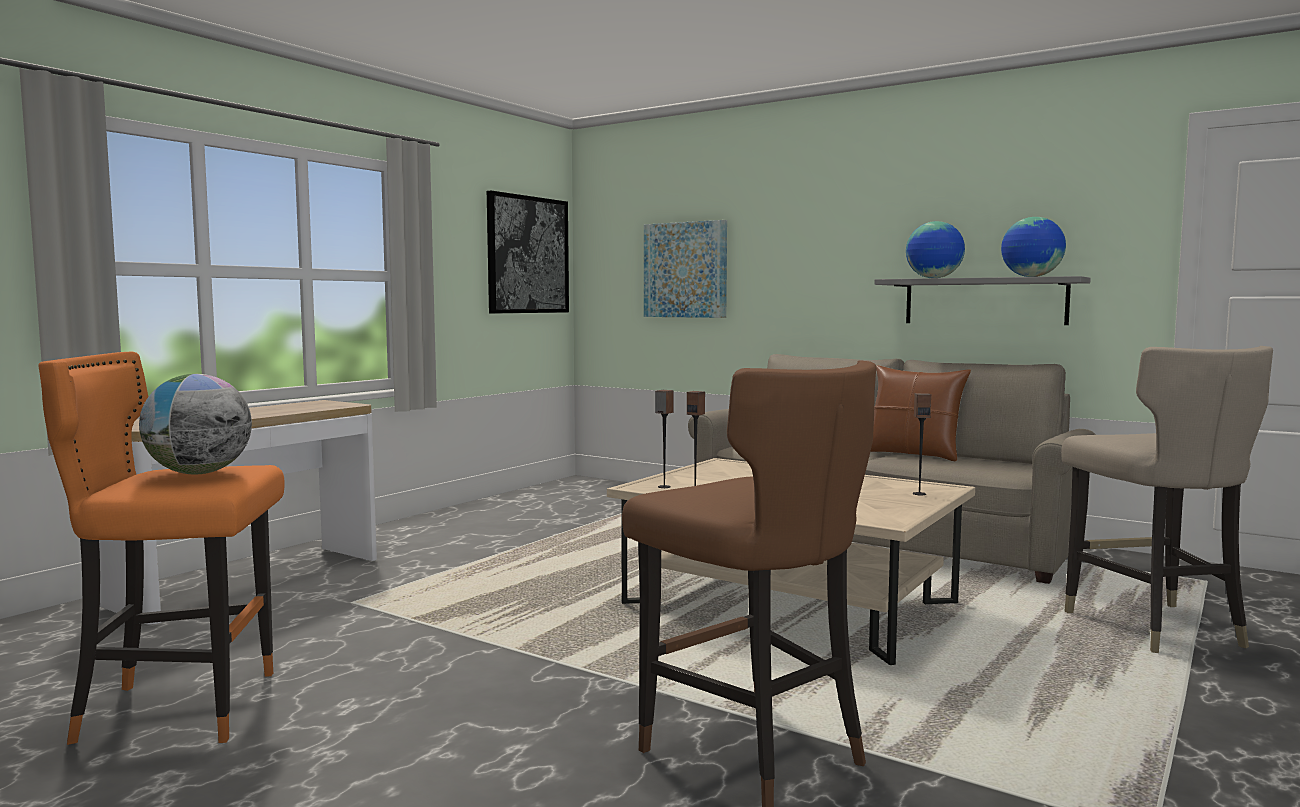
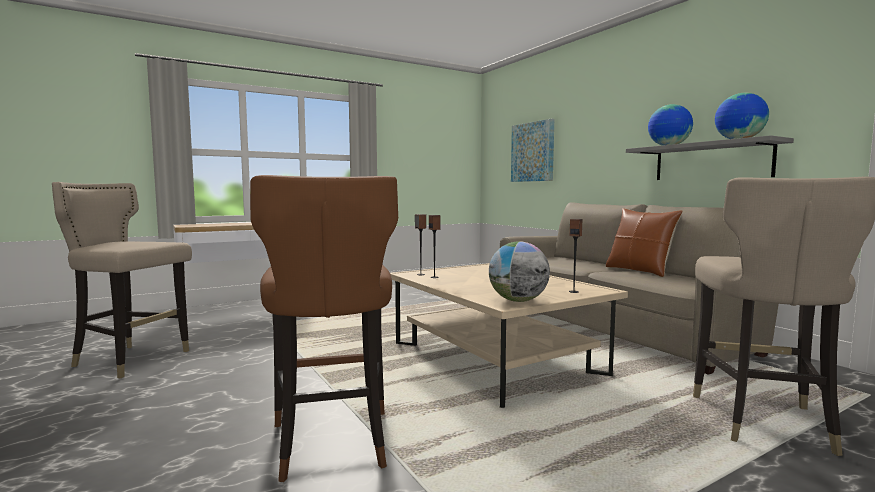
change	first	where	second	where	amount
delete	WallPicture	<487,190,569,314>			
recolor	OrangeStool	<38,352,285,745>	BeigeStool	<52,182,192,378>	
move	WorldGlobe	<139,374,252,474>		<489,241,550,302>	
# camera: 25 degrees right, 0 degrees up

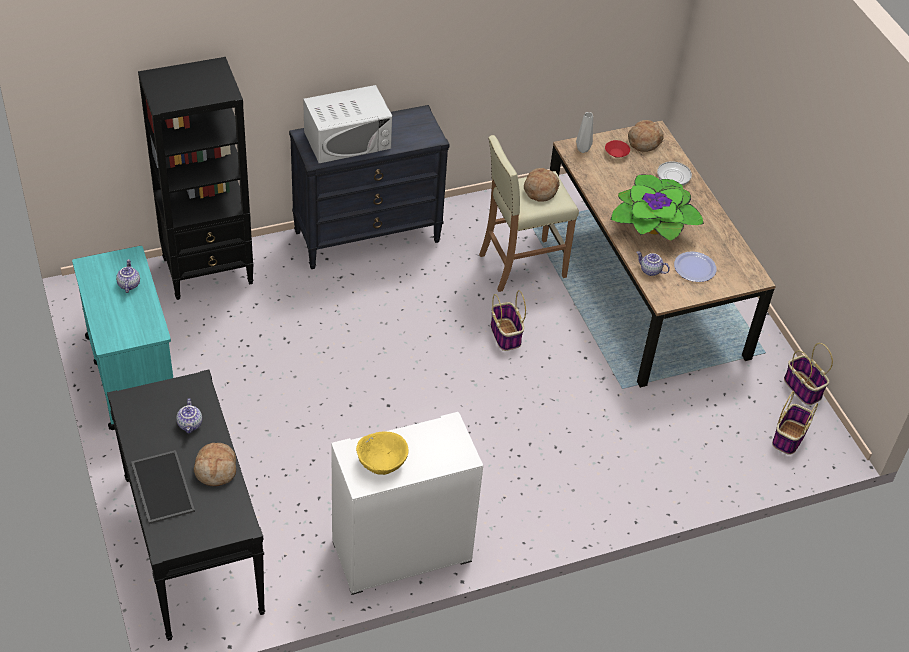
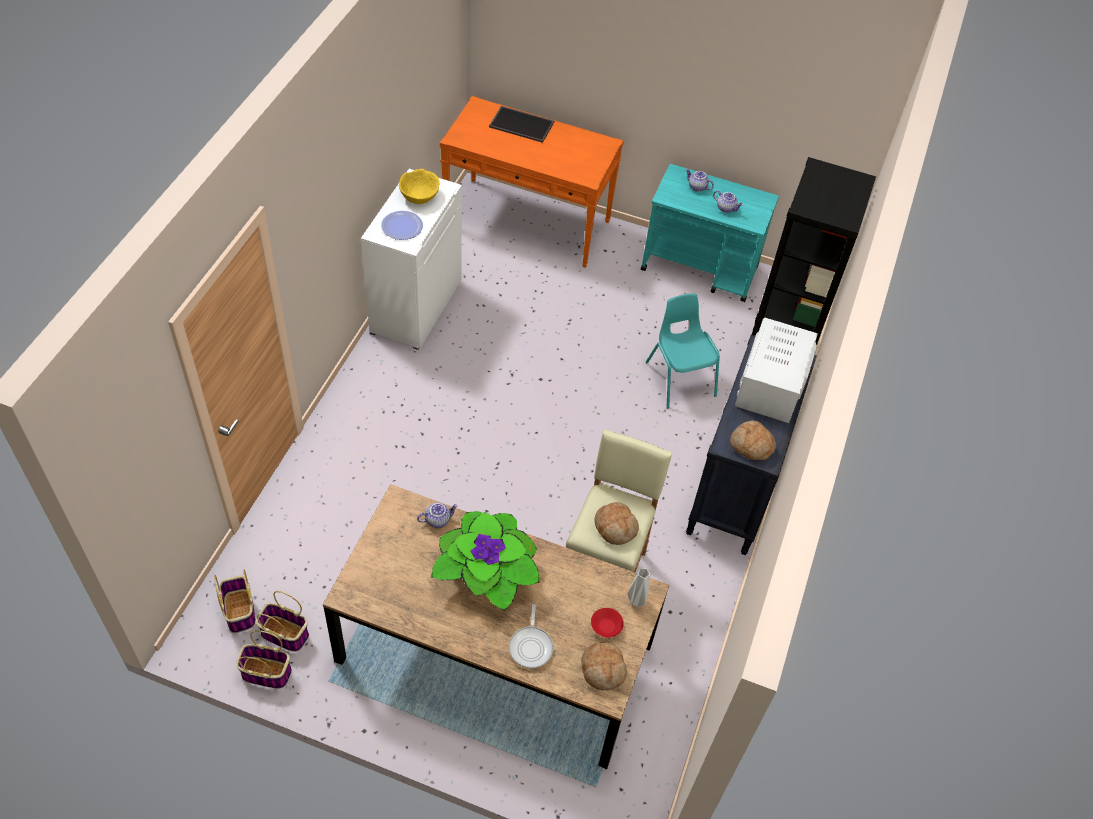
change	first	where	second	where	amount
move	DinnerPlate	<674,251,717,282>		<381,211,423,240>	
move	Basket	<491,290,526,351>		<256,591,309,652>	
recolor	BlackishHallTable	<107,370,265,641>	OrangeHallTable	<440,96,624,268>	
move	PotForTea	<176,398,202,433>		<686,169,714,192>	
move	BakeryBread	<194,443,236,486>		<730,421,776,460>	
insert			TurquoiseUprightChair	<646,293,720,408>	
# camera: 130 degrees right, 5 degrees up

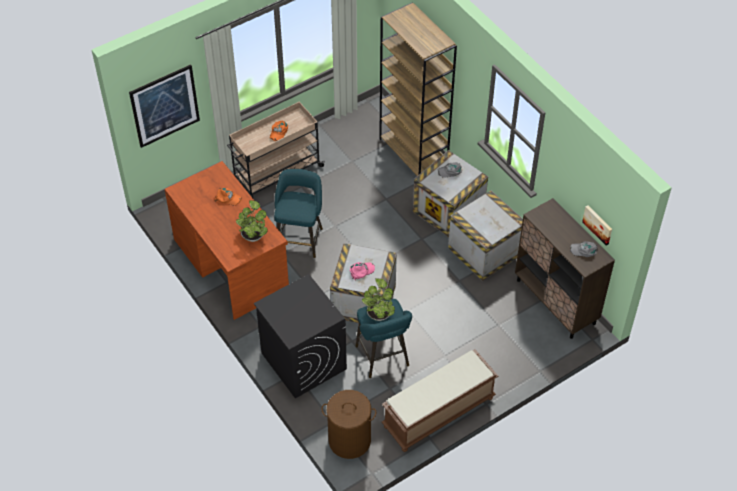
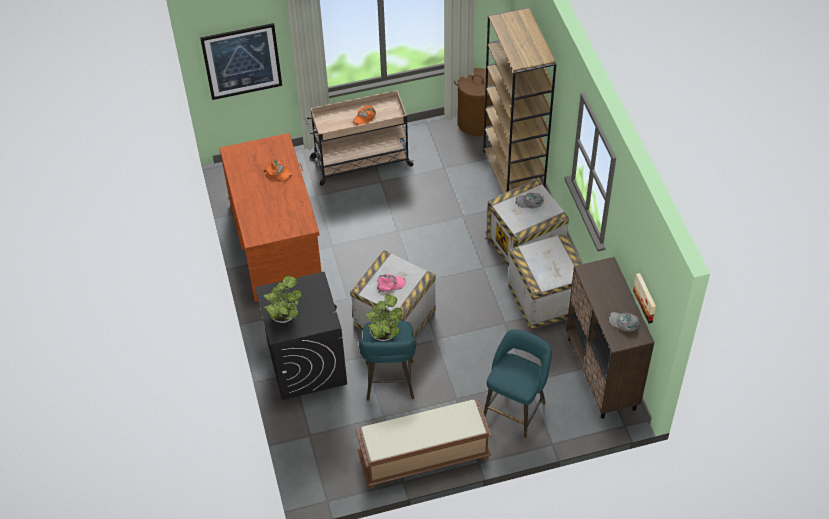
change	first	where	second	where	amount
move	TurquoiseStool	<274,169,323,258>		<484,329,552,438>	
move	PottedPlant	<236,200,268,242>		<263,275,302,323>	
move	BrownLaundryBasket	<321,390,376,459>		<454,68,494,136>	
# camera: 20 degrees right, 0 degrees up

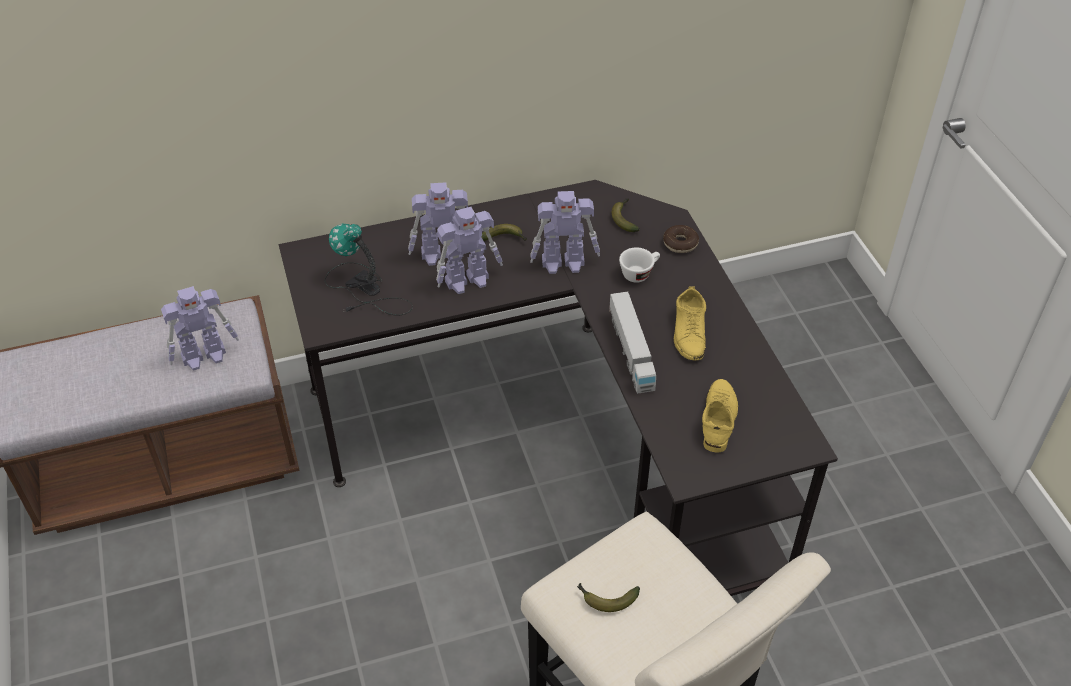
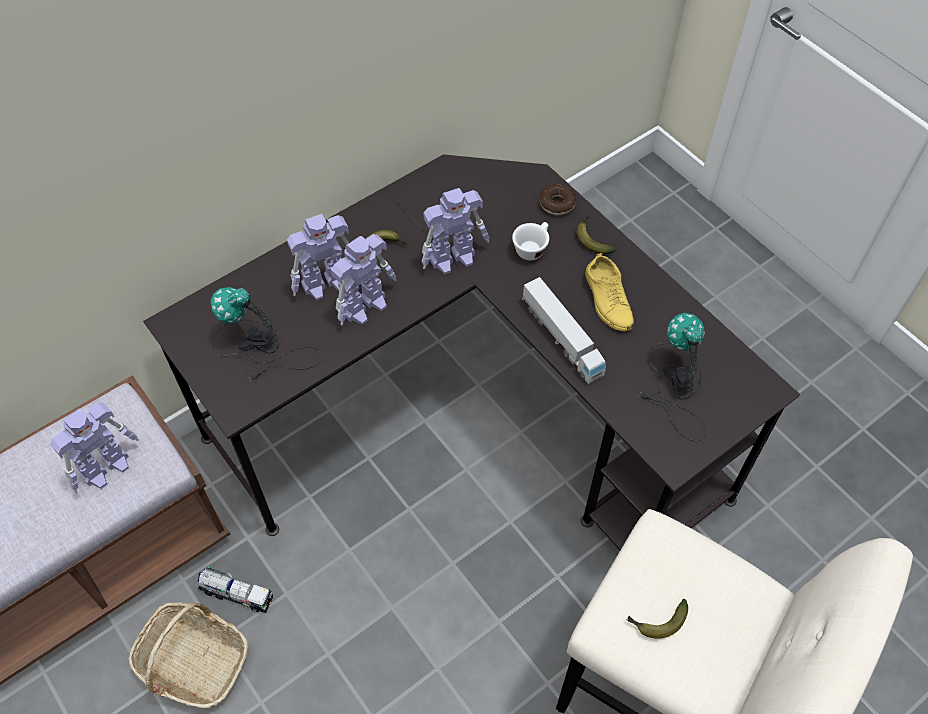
change	first	where	second	where	amount
move	WholeBanana	<612,199,640,232>		<577,216,616,254>	
replace	YellowishLowShoe	<702,379,738,453>	TableLamp	<638,313,706,441>	
insert			ModelTruck	<198,567,273,613>	
insert			Basket	<129,602,248,708>	
# camera: 20 degrees left, 10 degrees up

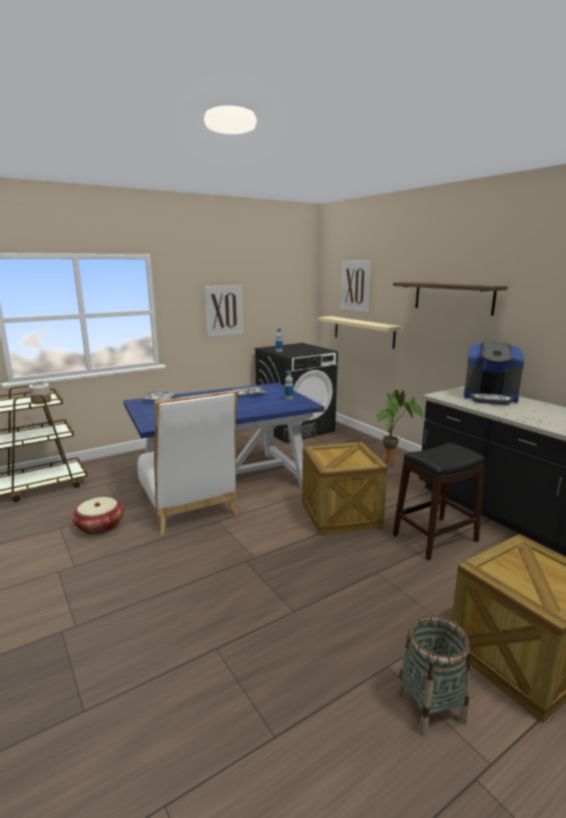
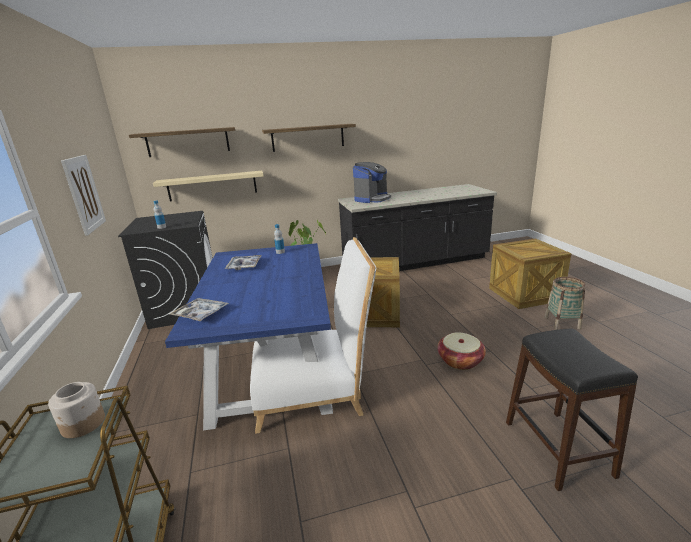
change	first	where	second	where	amount
replace	WallPicture	<340,261,371,313>	WallShelf	<129,127,235,157>	
move	BlackishStool	<393,443,485,561>		<506,329,638,491>	
move	Basket	<72,497,123,535>		<437,332,486,370>	
# camera: 70 degrees left, 5 degrees up

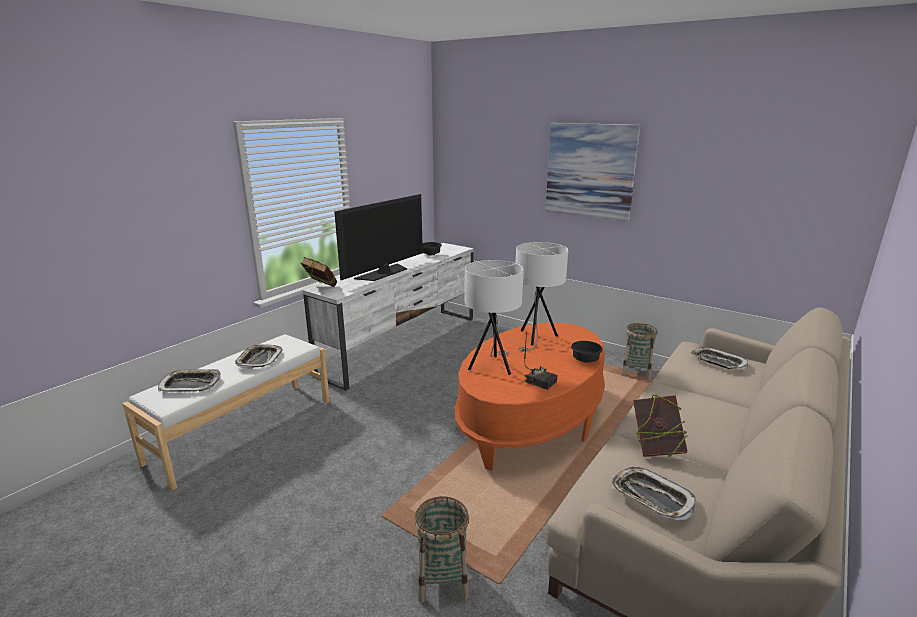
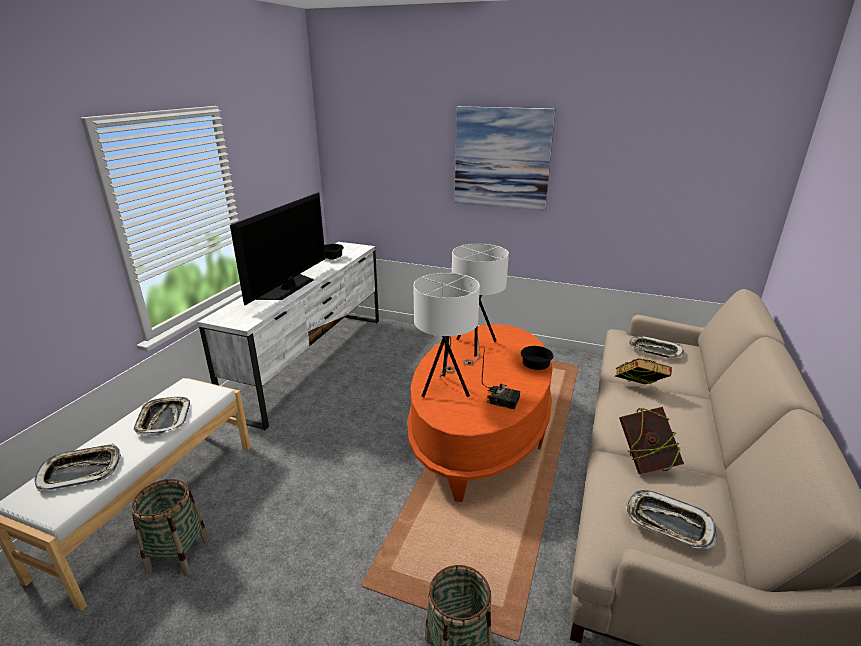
change	first	where	second	where	amount
move	Book	<301,257,337,287>		<615,358,672,384>	
move	Basket	<621,323,658,380>		<132,479,209,576>	
# camera: 15 degrees left, 5 degrees up

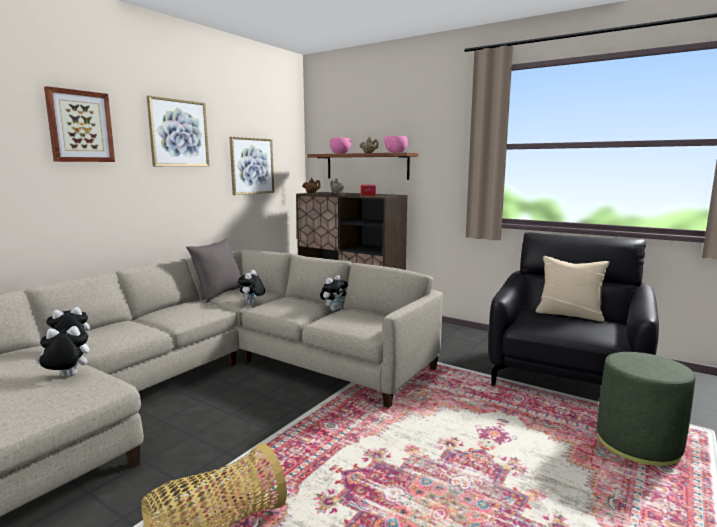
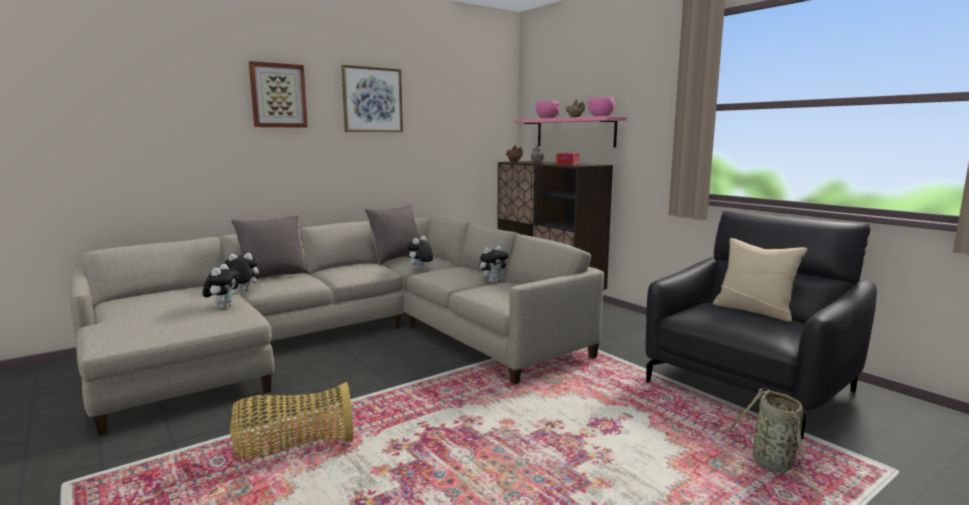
change	first	where	second	where	amount
delete	WallPicture	<230,137,274,195>			
recolor	BrownWallShelf	<307,152,419,180>	PinkishWallShelf	<514,116,626,148>	
rotate	SoftToy	<36,326,90,376>		<203,264,239,309>	90 degrees clockwise
replace	GreenPouffe	<597,352,695,466>	Basket	<726,388,825,497>	
insert			GrayPillow	<231,215,309,279>	
# camera: 20 degrees right, 0 degrees up

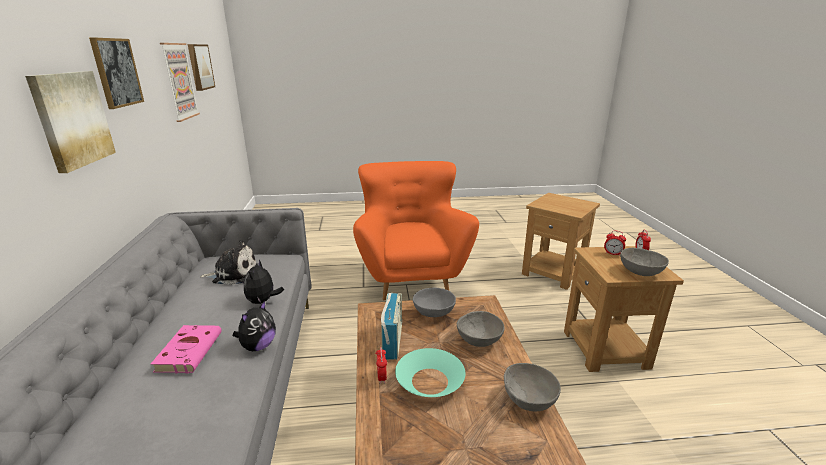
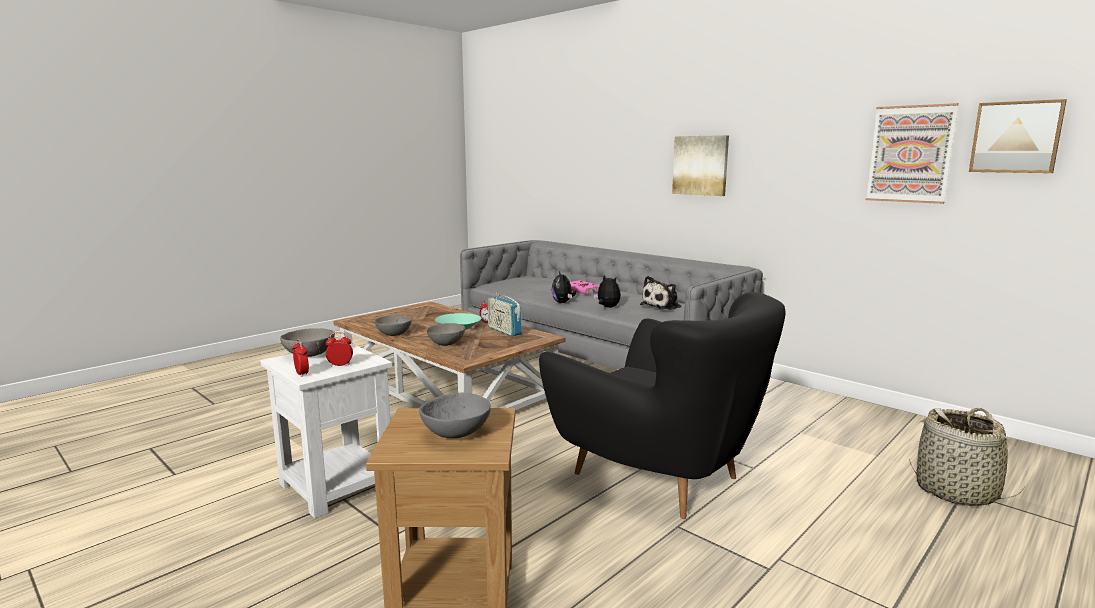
change	first	where	second	where	amount
delete	WallPicture	<89,37,144,109>			
recolor	OrangeEasyChair	<353,161,479,300>	BlackishEasyChair	<539,292,785,519>	
recolor	BrownEndTable	<564,246,684,372>	WhiteColouredEndTable	<260,343,392,518>	
move	GrayBowl	<413,288,456,317>		<419,393,491,438>	
insert			Basket	<909,408,1027,506>	
# camera: 140 degrees right, 10 degrees down

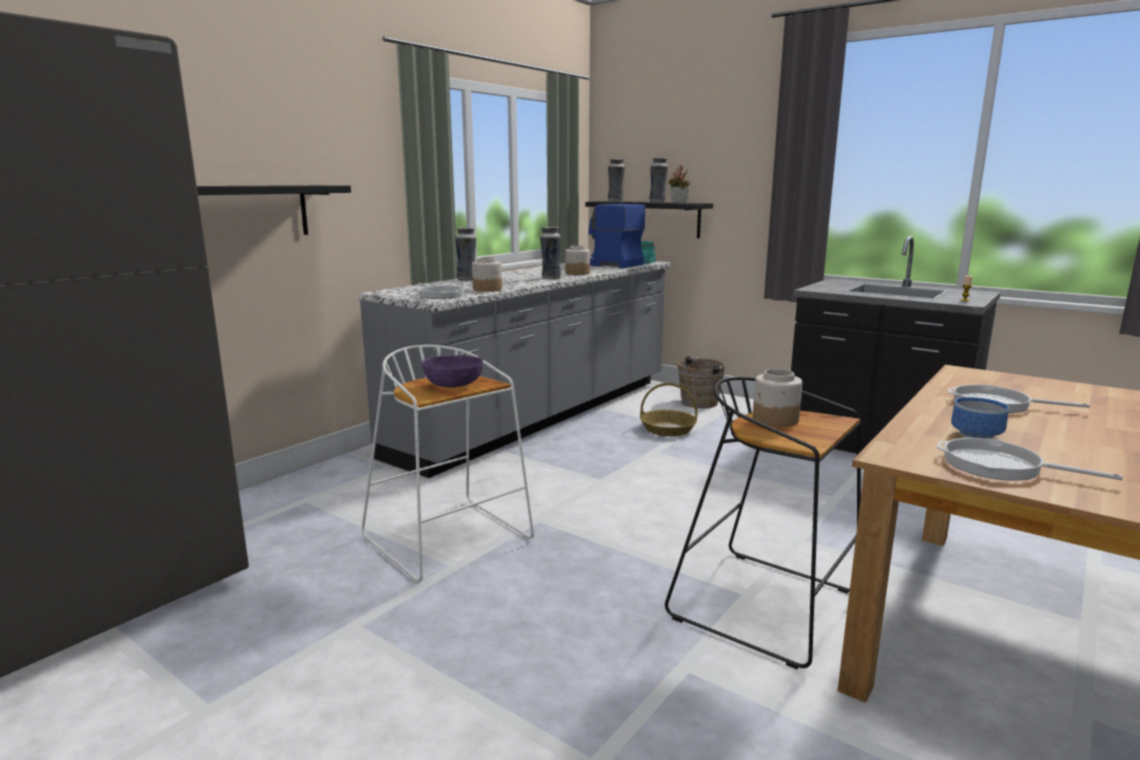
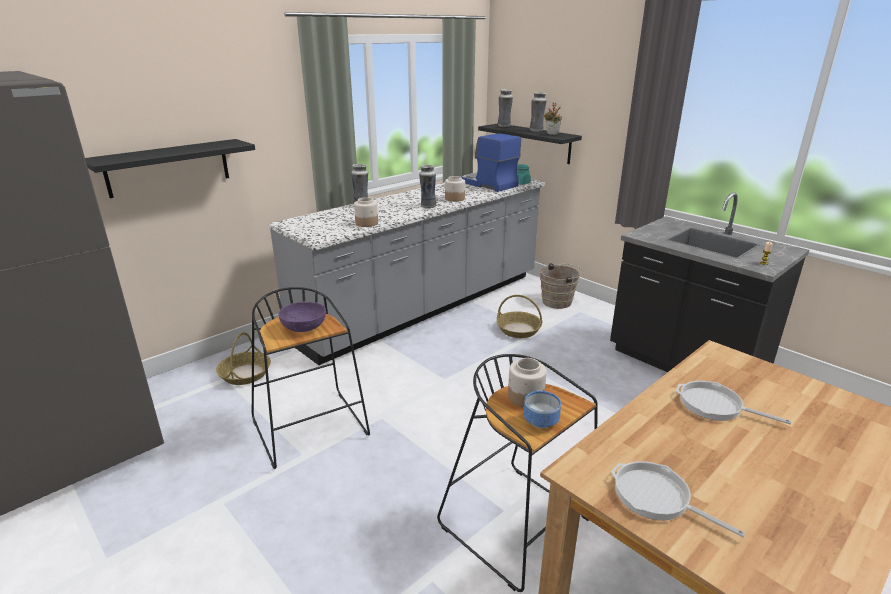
change	first	where	second	where	amount
delete	Skillet	<418,283,464,299>			
recolor	WhiteColouredStool	<362,345,534,583>	BlackishStool	<252,287,370,469>	
move	Bowl	<951,397,1009,439>		<523,391,561,429>	
insert			Basket	<216,332,271,385>	
# camera: 10 degrees right, 10 degrees up

